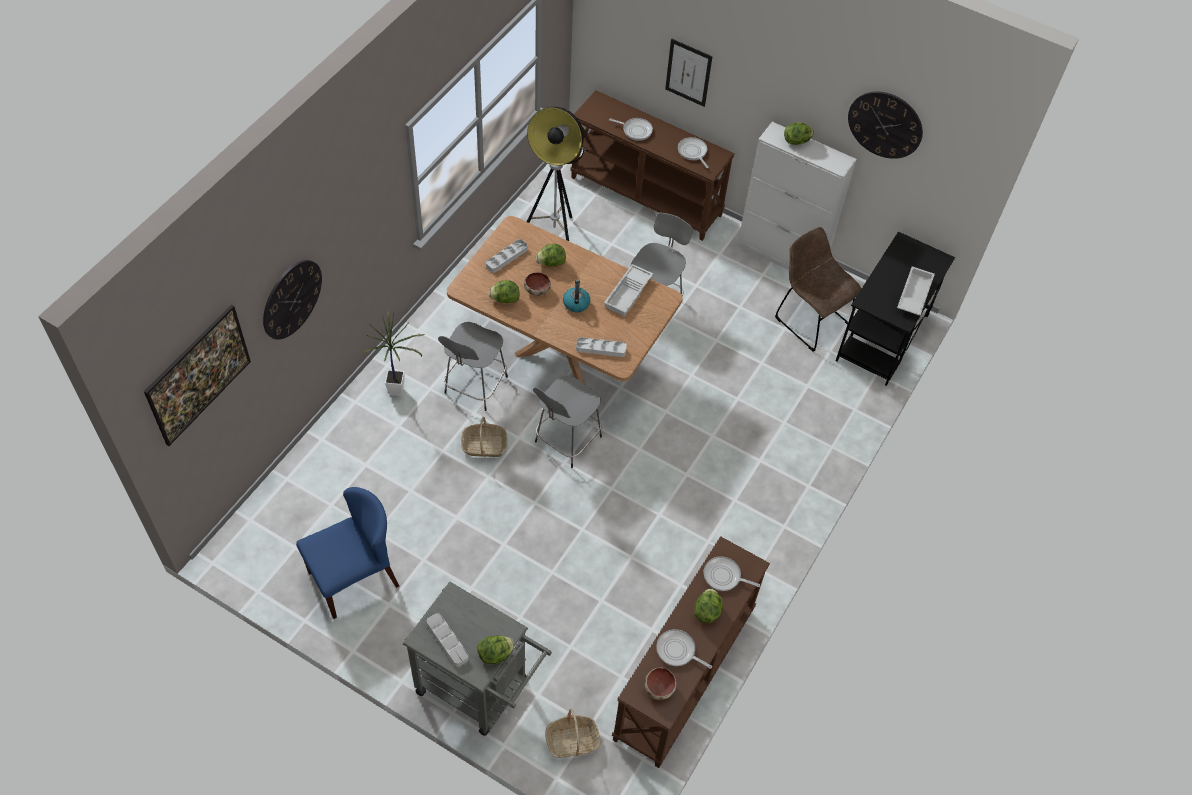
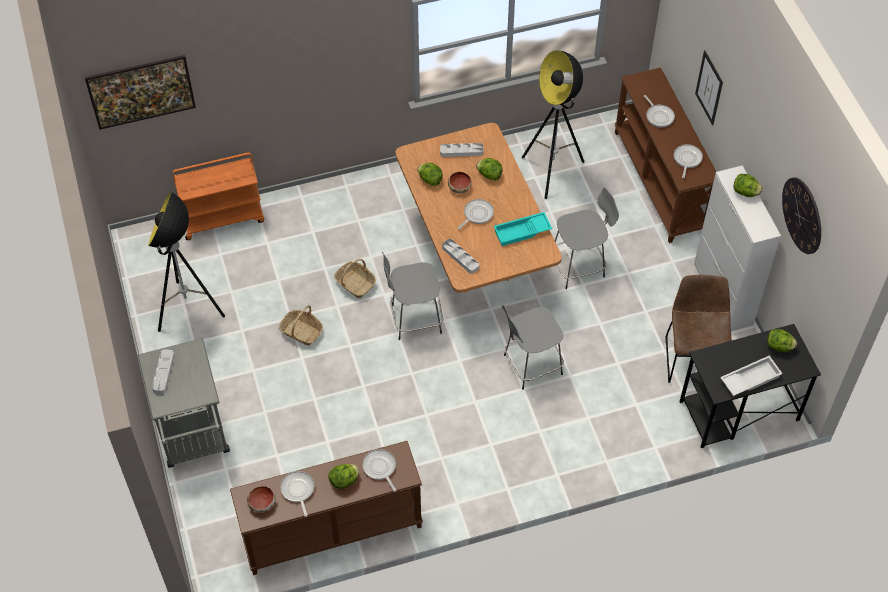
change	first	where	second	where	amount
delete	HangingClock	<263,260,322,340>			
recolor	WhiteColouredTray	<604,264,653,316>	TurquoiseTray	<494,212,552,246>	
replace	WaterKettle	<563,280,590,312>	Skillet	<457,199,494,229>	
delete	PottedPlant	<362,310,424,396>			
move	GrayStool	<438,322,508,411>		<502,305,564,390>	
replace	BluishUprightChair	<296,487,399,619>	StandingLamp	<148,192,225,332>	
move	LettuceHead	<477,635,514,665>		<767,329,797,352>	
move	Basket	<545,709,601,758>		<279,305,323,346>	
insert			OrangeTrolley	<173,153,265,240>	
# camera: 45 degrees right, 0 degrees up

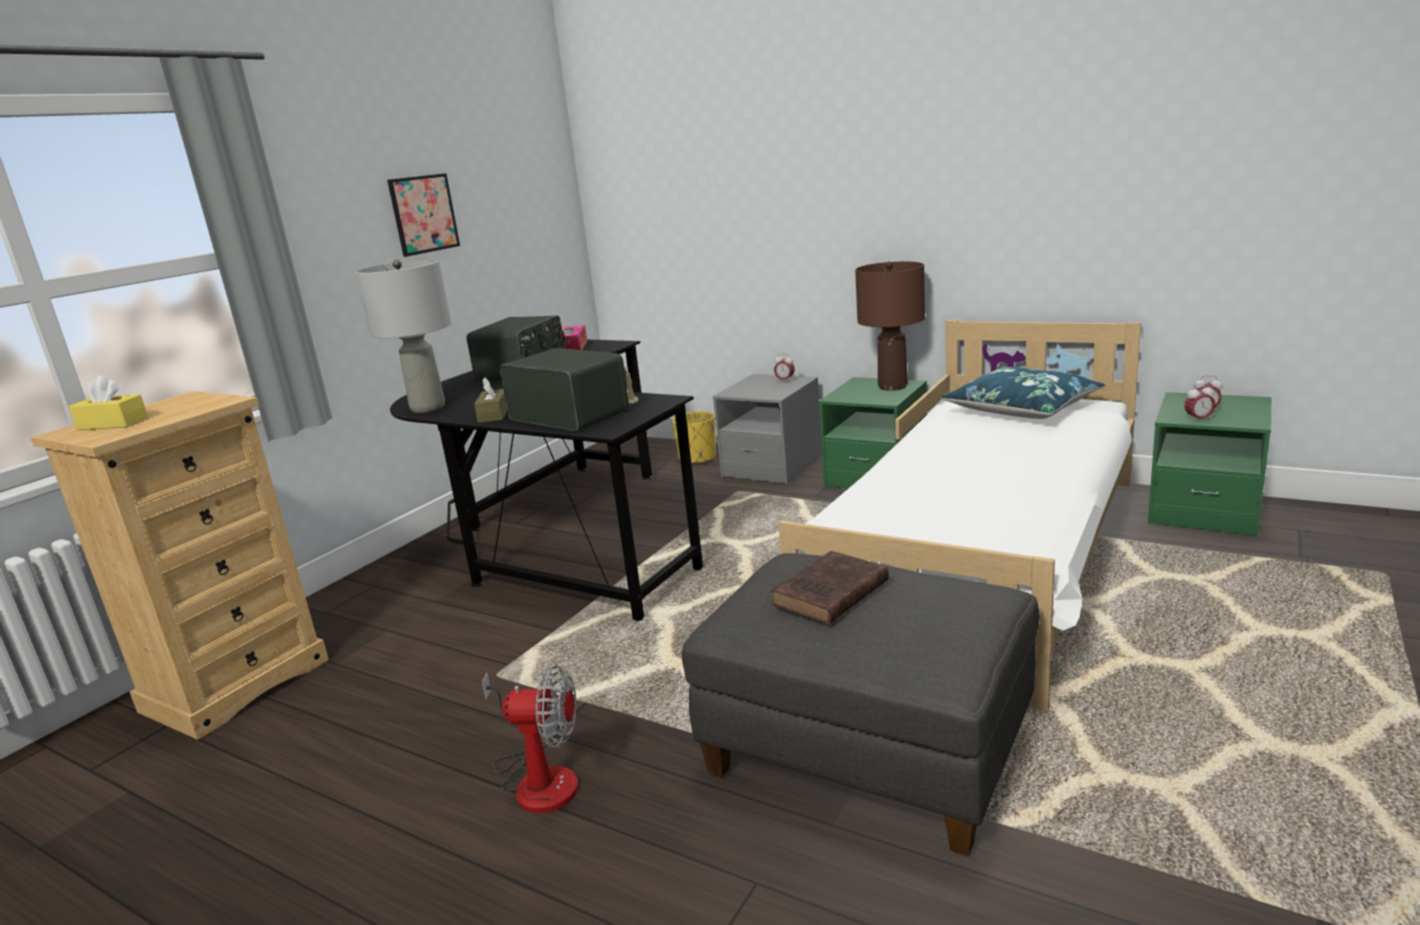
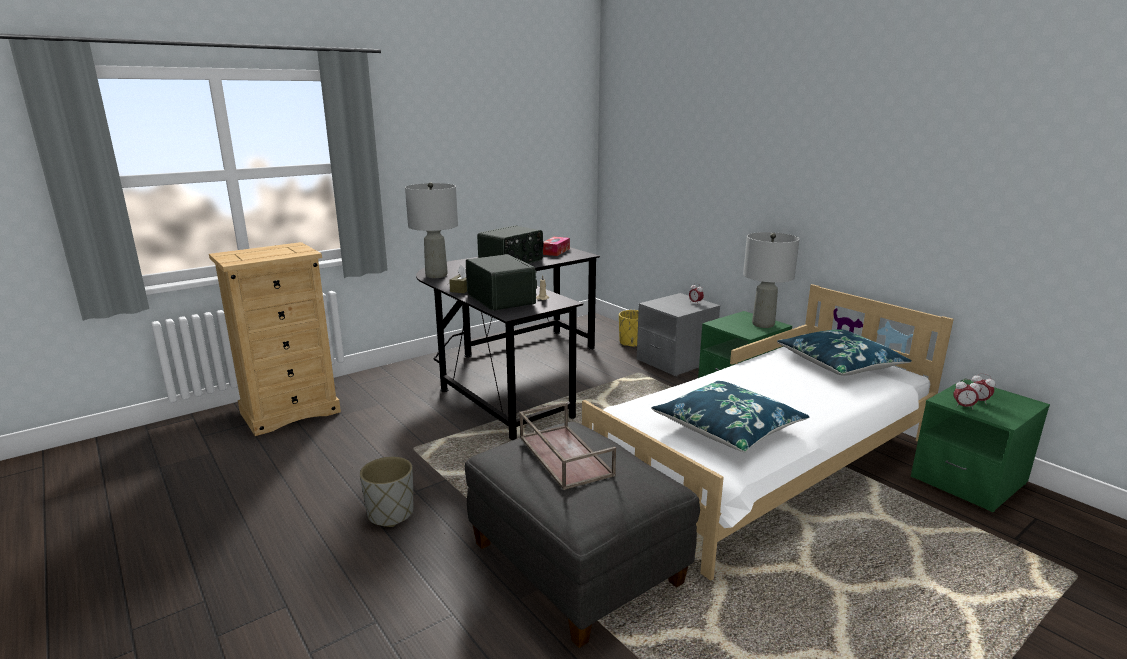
change	first	where	second	where	amount
delete	WallPicture	<387,173,460,257>			
recolor	BrownTableLamp	<855,261,925,391>	GrayTableLamp	<743,232,799,328>	
delete	YellowishTissueHolder	<68,376,148,430>			
replace	BrownBook	<771,551,889,624>	BrownTray	<519,402,616,490>	
replace	ElectricFan	<482,665,578,813>	GrayFlowerPot	<360,457,413,527>	
insert			BluishPillow	<651,381,810,452>	
# camera: 20 degrees right, 0 degrees up

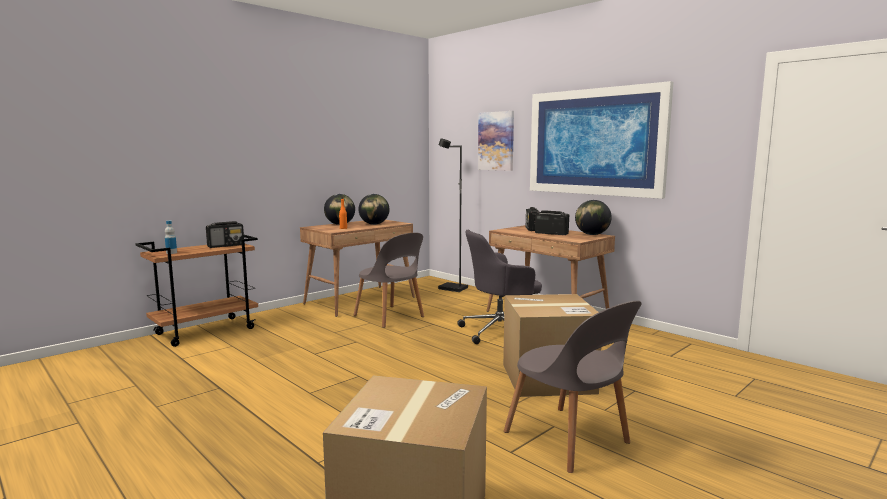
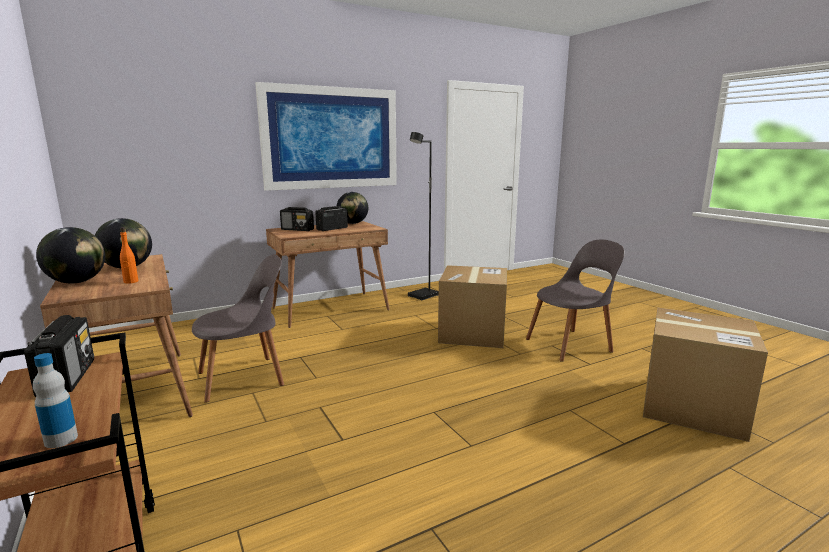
change	first	where	second	where	amount
delete	WallPicture	<478,111,514,171>			
move	BlackishStandingLamp	<438,138,468,292>		<408,132,439,300>	
delete	GrayComputerChair	<457,230,542,344>			
# camera: 75 degrees left, 5 degrees up

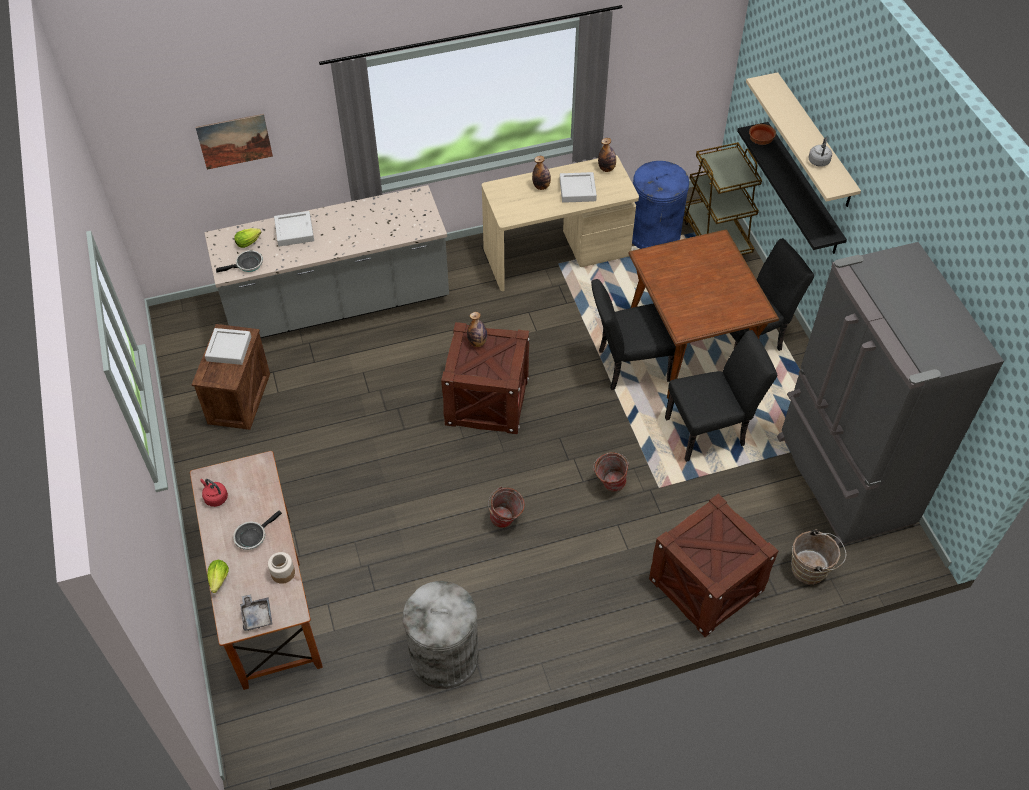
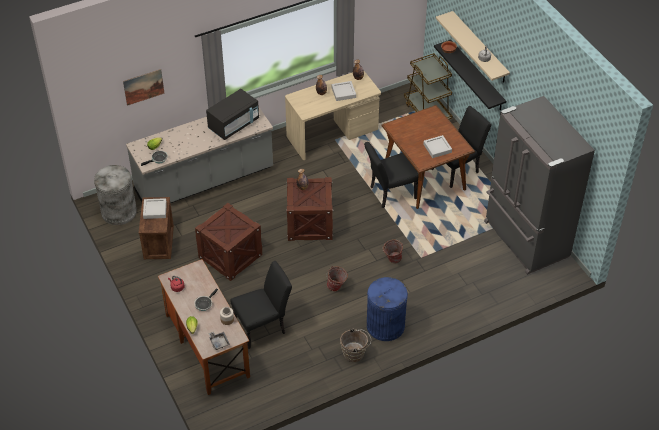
change	first	where	second	where	amount
move	BluishRubbishBin	<632,161,689,249>		<367,277,408,341>	
move	GrayTray	<274,211,314,246>		<423,135,452,158>	
move	BlackishUprightChair	<665,330,777,462>		<231,261,292,349>	
move	ShippingCrate	<649,494,778,637>		<195,203,262,281>	
move	BrownPail	<791,529,846,585>		<340,328,371,362>	
move	GrayRubbishBin	<403,581,479,689>		<94,165,137,225>	
insert			BlackishMicrowaveOven	<206,89,259,140>	
# camera: 10 degrees left, 5 degrees down

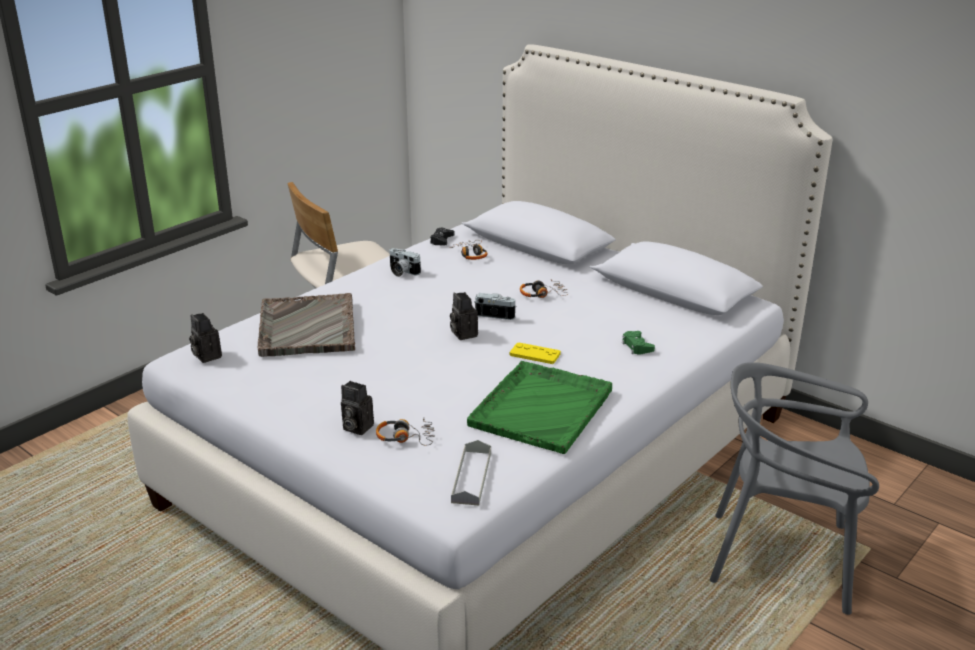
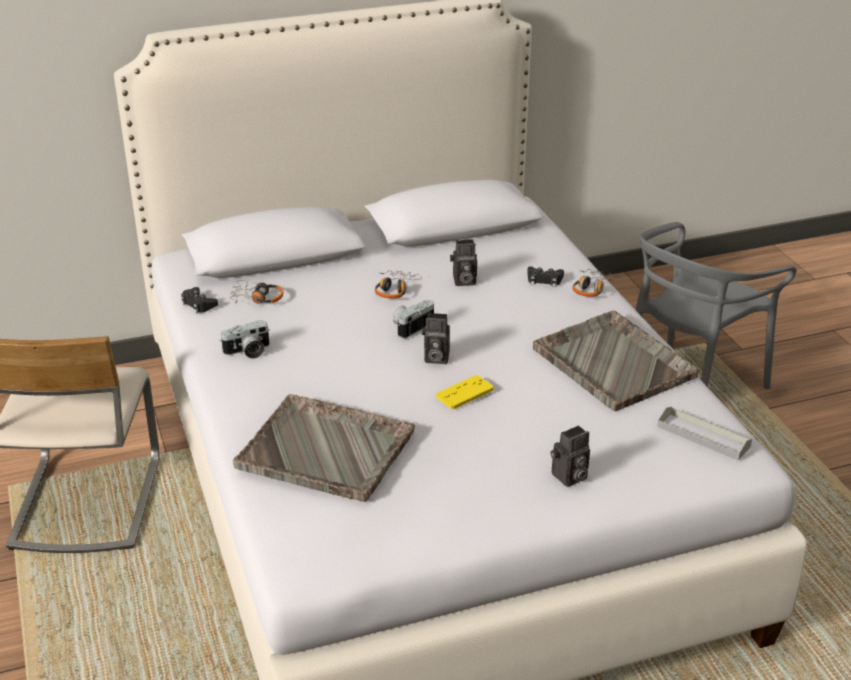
change	first	where	second	where	amount
move	StillCamera	<189,313,222,363>		<450,239,477,286>	
recolor	GreenGameController	<622,331,655,355>	BlackishGameController	<527,266,564,287>	
move	YellowishGameController	<510,342,561,364>		<436,375,494,409>	
recolor	GreenTray	<467,361,612,454>	GrayTray	<533,311,699,411>	
move	Headphones	<376,419,435,446>		<572,269,622,297>	
# camera: 60 degrees left, 5 degrees up

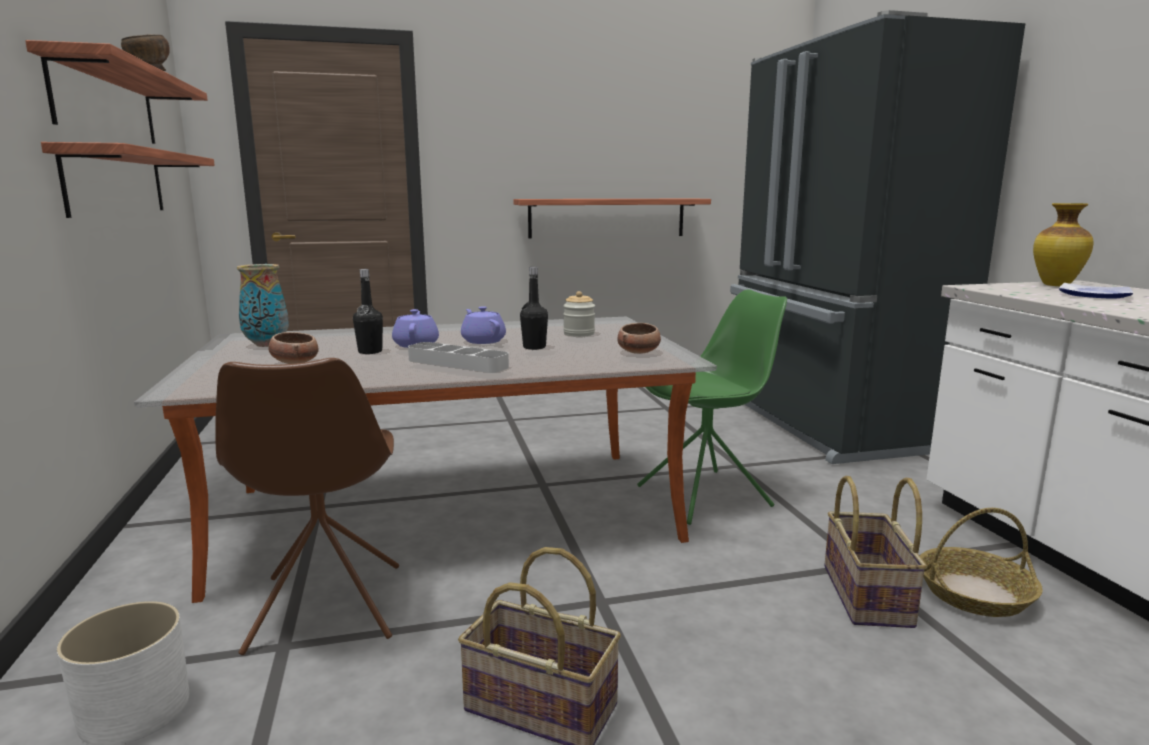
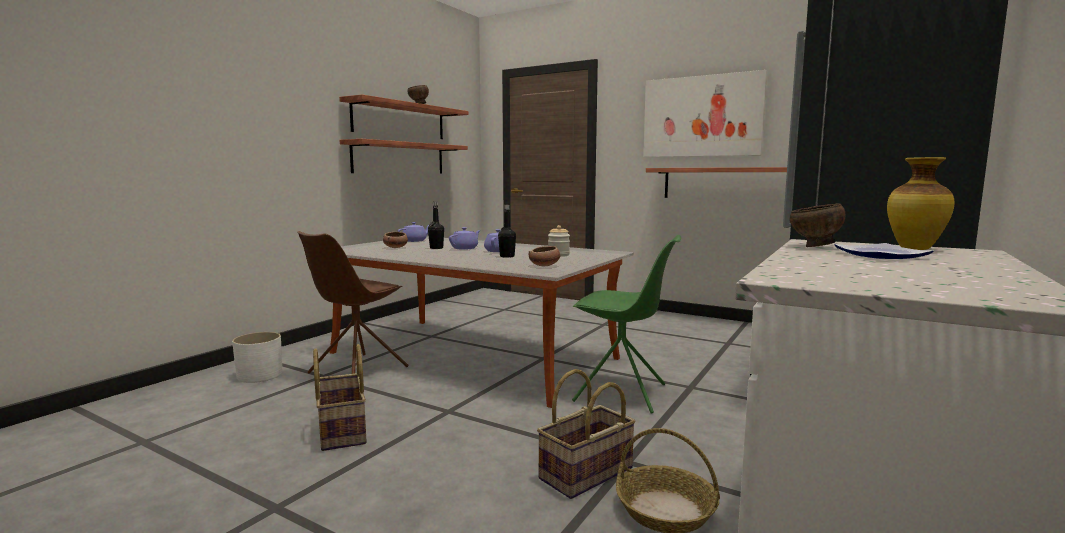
change	first	where	second	where	amount
replace	DecorativeVase	<237,264,289,347>	PurplishPotForTea	<398,222,429,242>	
delete	GrayTray	<408,342,509,373>			
insert			WallPicture	<643,70,767,157>	
insert			BrownBowl	<790,204,845,247>	
# camera: 45 degrees right, 5 degrees down

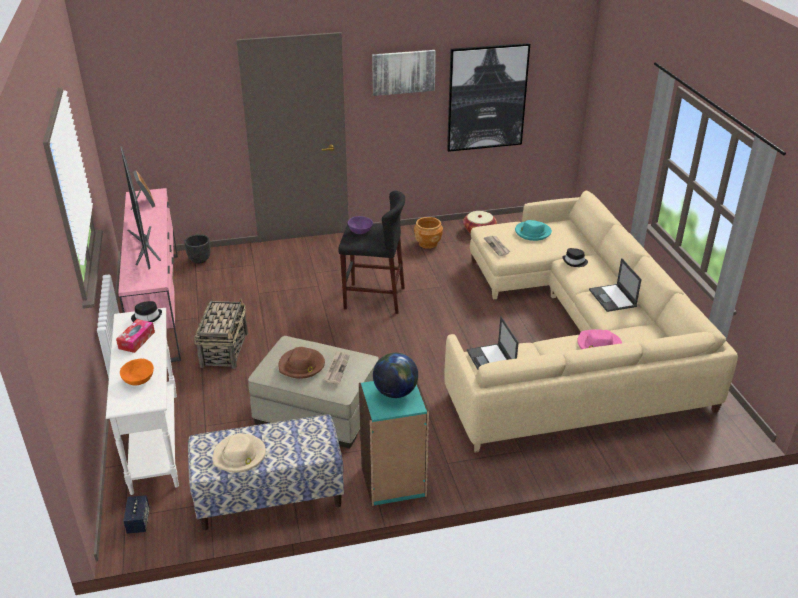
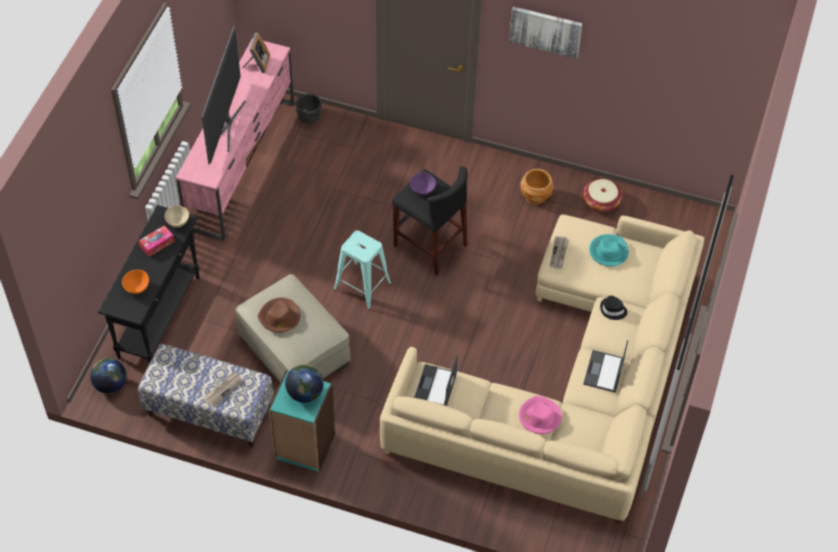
change	first	where	second	where	amount
delete	WallPicture	<447,43,530,152>			
delete	Basket	<194,299,248,369>			
replace	BlackishClothingHat	<131,301,162,322>	BeigeBowl	<165,206,189,228>	
recolor	WhiteColouredHallTable	<106,308,179,495>	BlackishHallTable	<98,205,199,364>	
move	DailyPaper	<324,351,350,385>		<204,371,243,408>	
delete	BeigeClothingHat	<213,434,266,472>			
replace	Loudspeaker	<123,495,150,534>	WorldGlobe	<90,358,126,394>	
insert			TurquoiseStool	<333,230,392,310>	
# camera: 30 degrees right, 20 degrees up

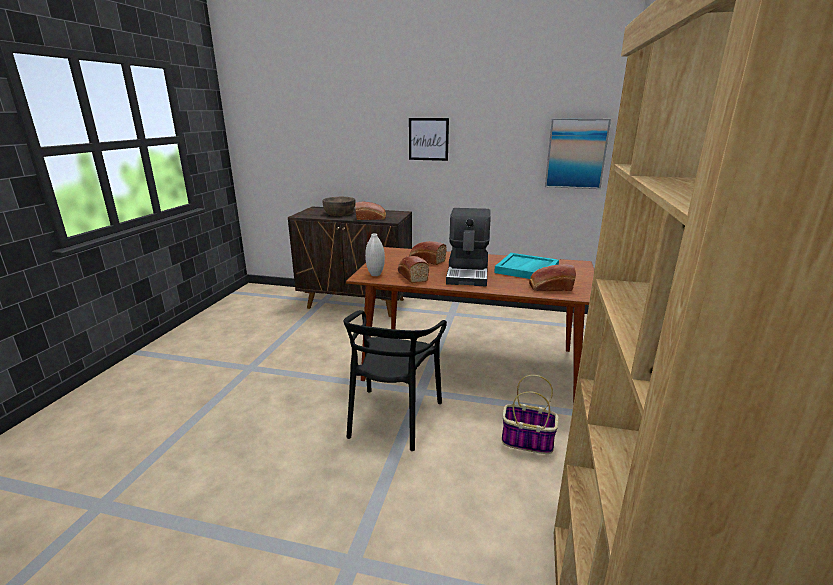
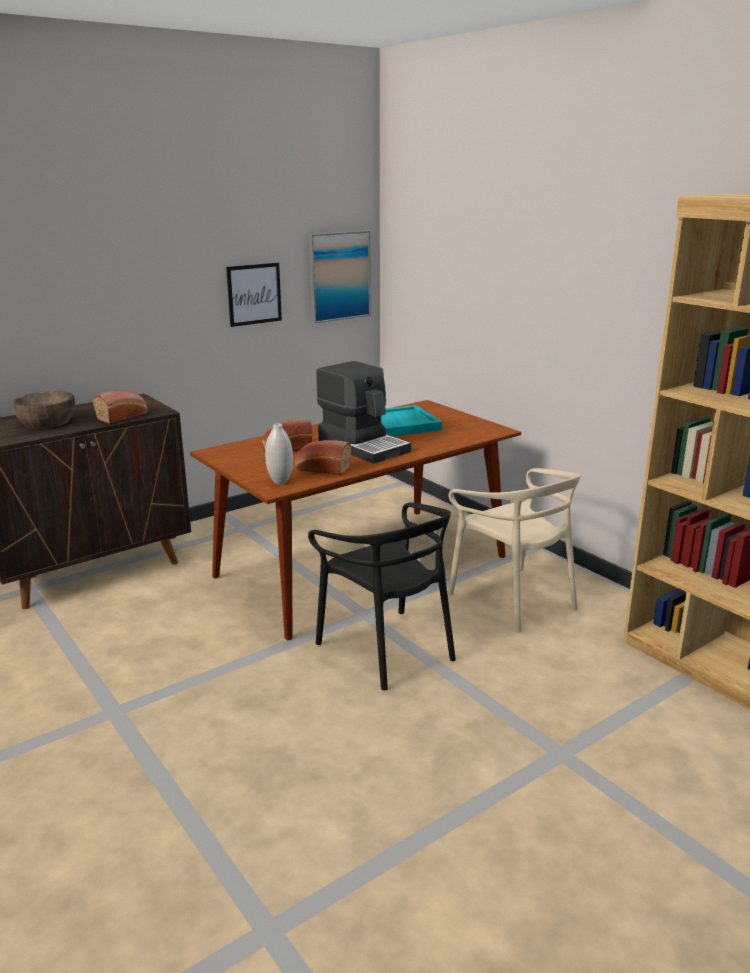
change	first	where	second	where	amount
move	WallPicture	<409,118,449,161>		<226,263,282,327>	
delete	BakeryBread	<529,264,576,291>			
replace	Basket	<502,375,559,454>	BeigeUprightChair	<448,468,581,633>	
# camera: 50 degrees left, 0 degrees up

